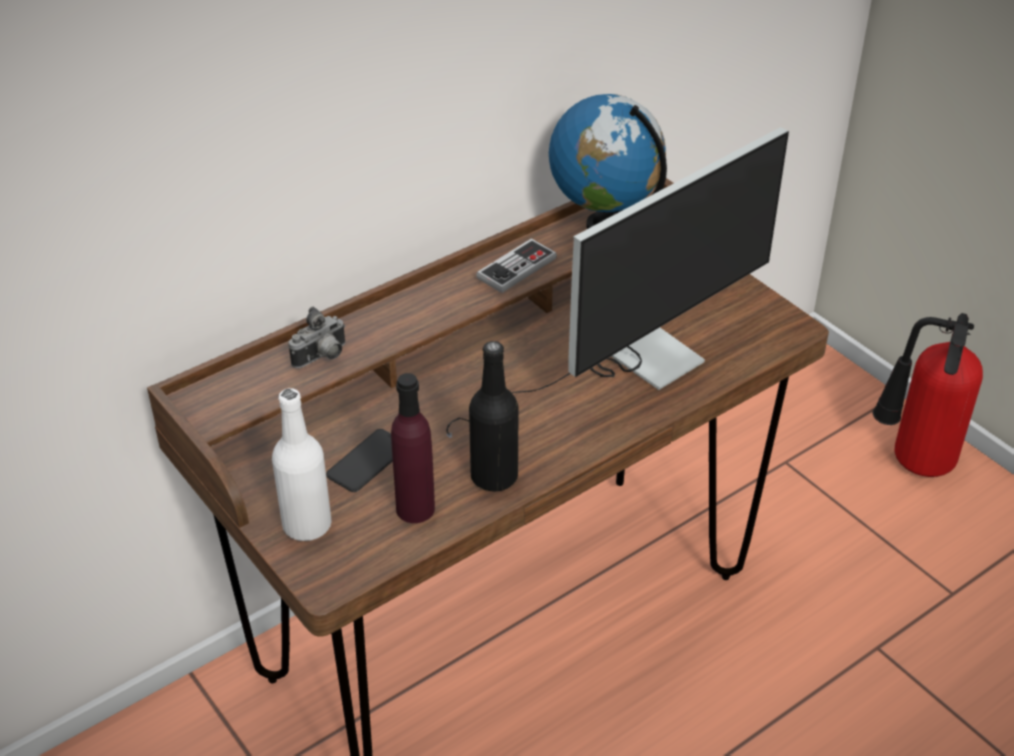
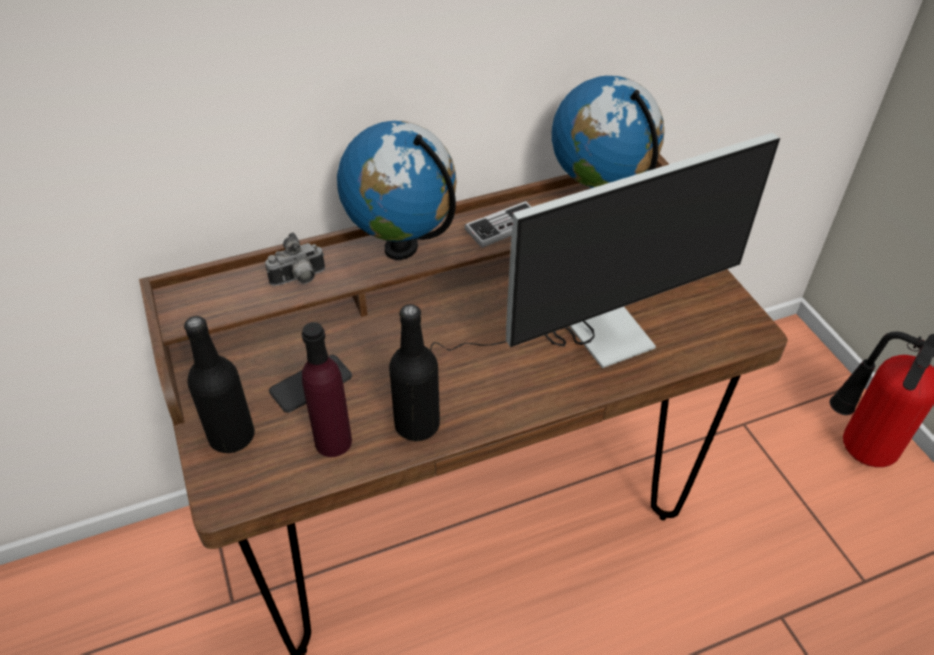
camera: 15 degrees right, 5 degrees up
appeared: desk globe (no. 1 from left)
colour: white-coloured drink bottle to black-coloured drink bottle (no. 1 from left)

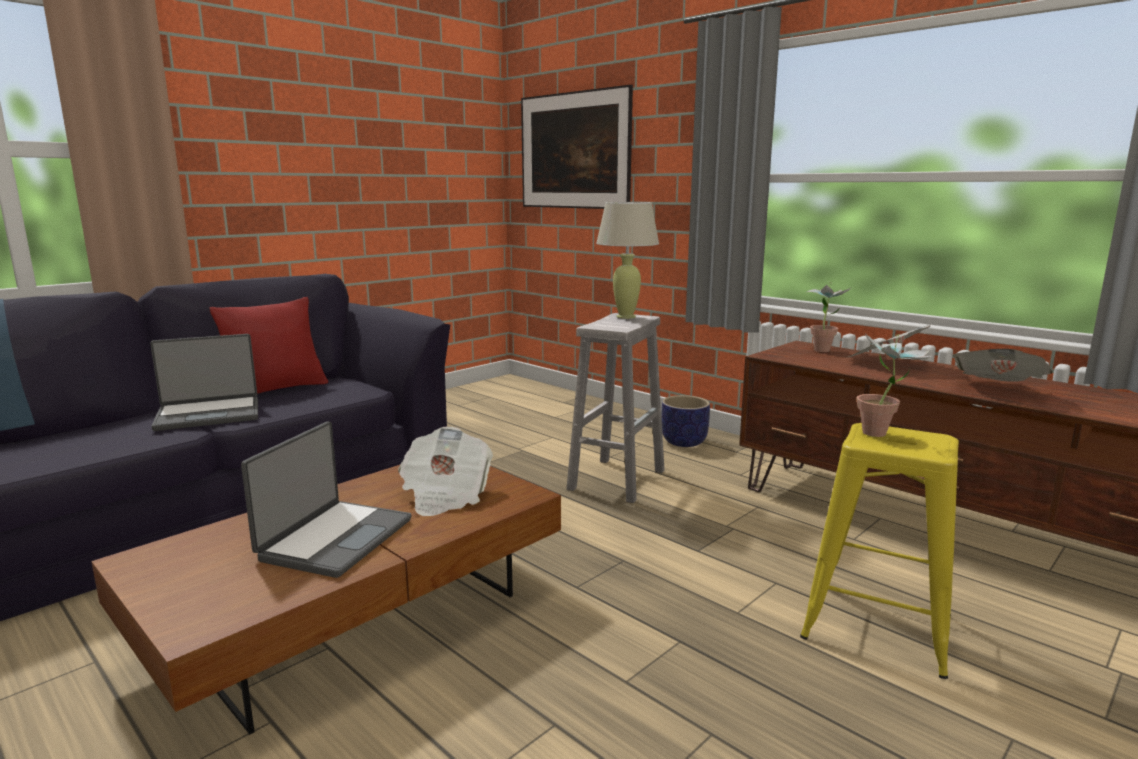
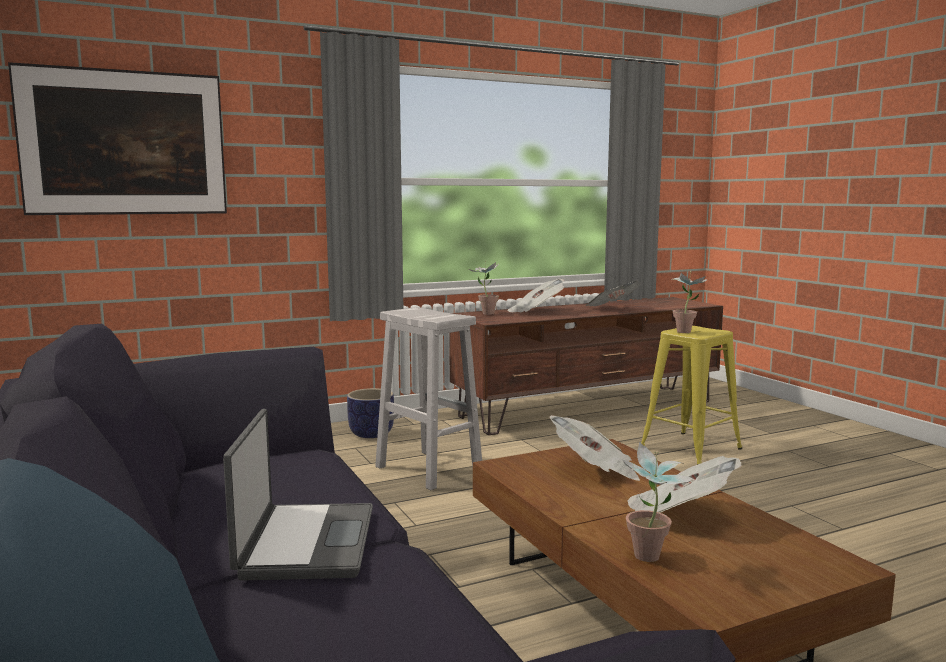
camera: 70 degrees left, 5 degrees down
missing: red-coloured cushion; sand-coloured table lamp
appeared: plant in a pot (no. 2 from left)
exchanged: portable computer (no. 2 from left) to printed paper (no. 4 from left)

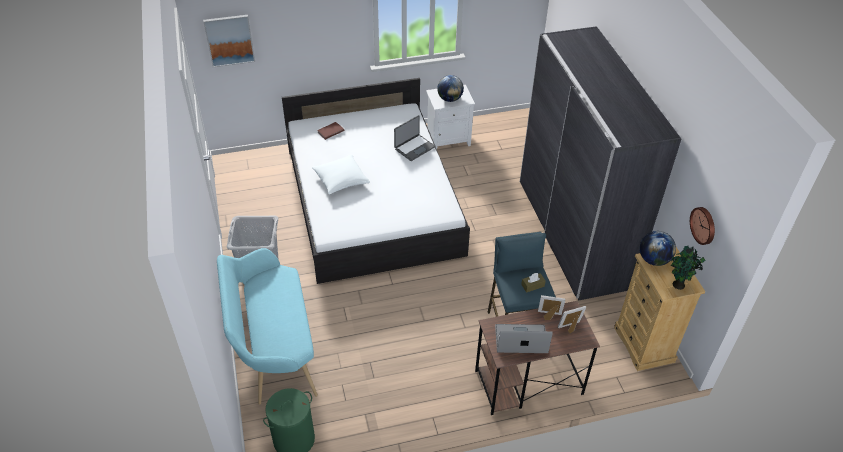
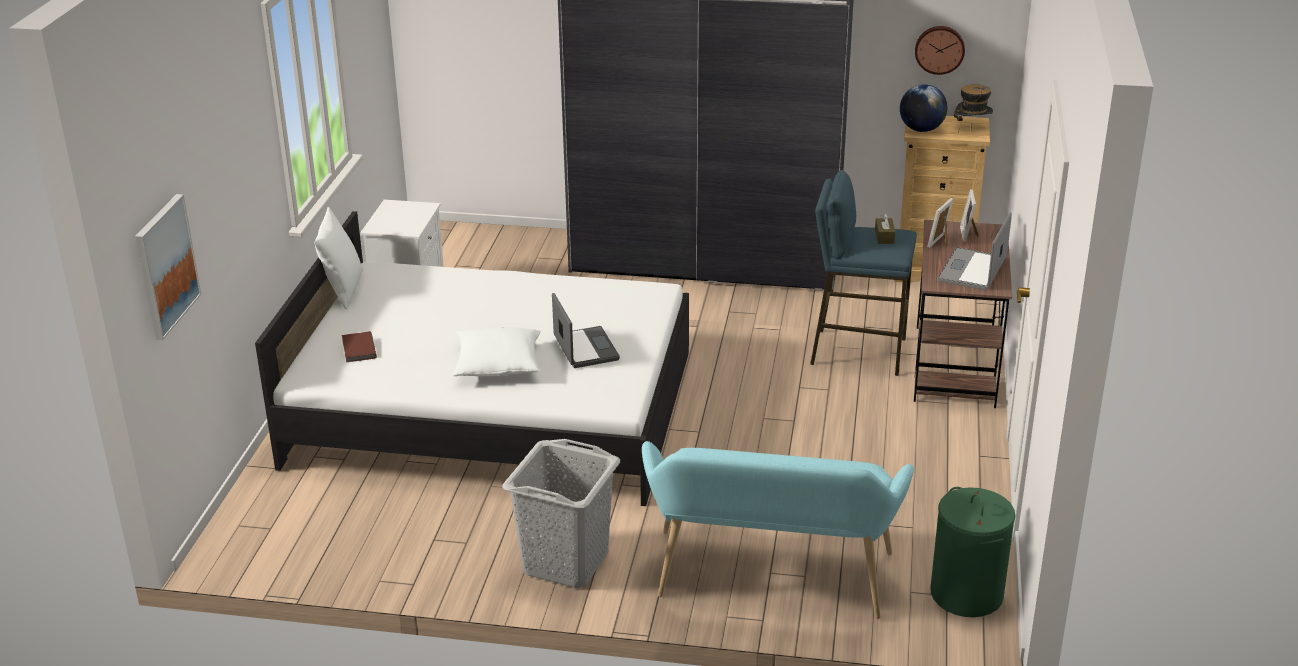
camera: 65 degrees left, 15 degrees down
missing: desk globe (no. 1 from left)
appeared: white-coloured cushion (no. 1 from left)
relocated: portable computer (no. 1 from left)
exchanged: plant in a pot to wearable hat

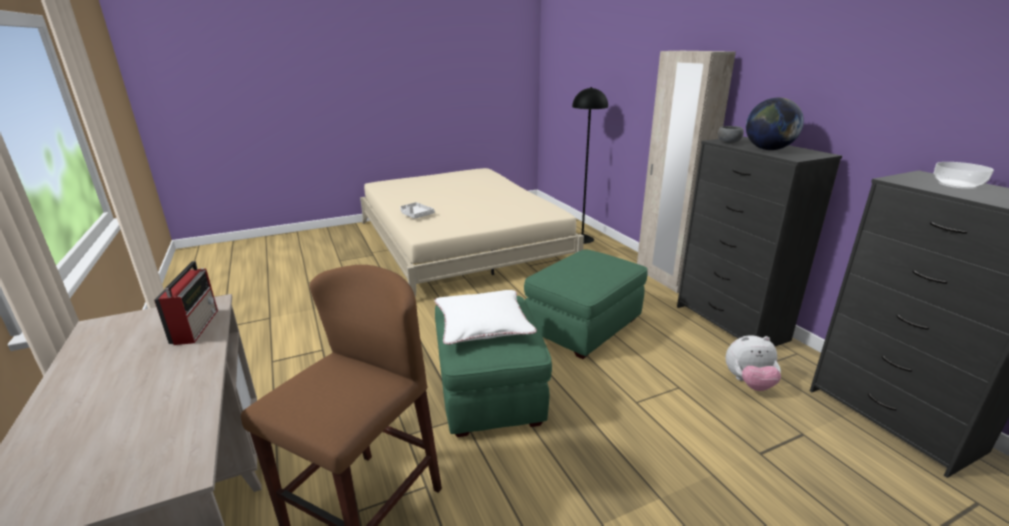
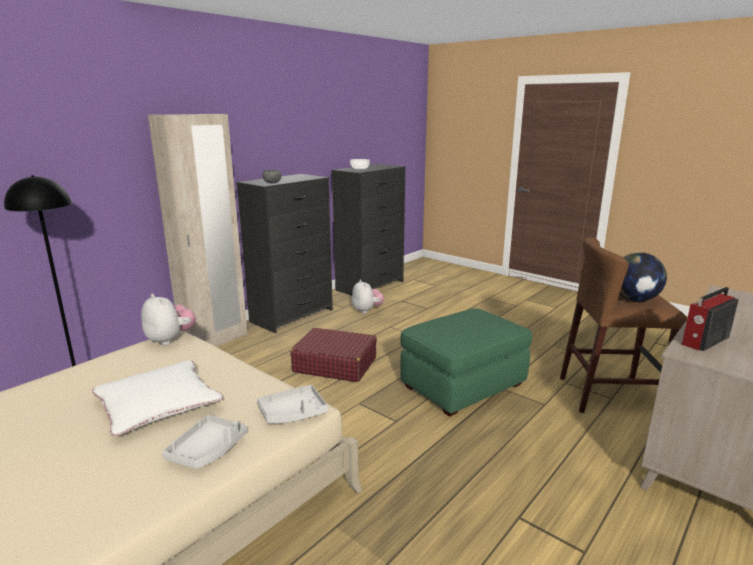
camera: 115 degrees left, 5 degrees down
appeared: soft toy (no. 1 from left); greyish tray (no. 2 from left)
relocated: white-coloured cushion; desk globe
exchanged: greenish footrest (no. 2 from left) to red-coloured travel case

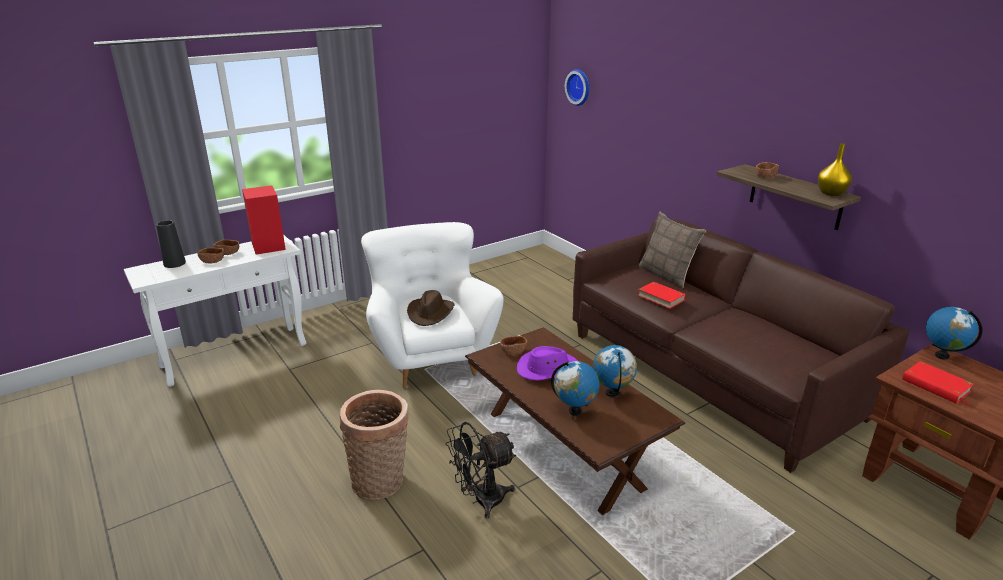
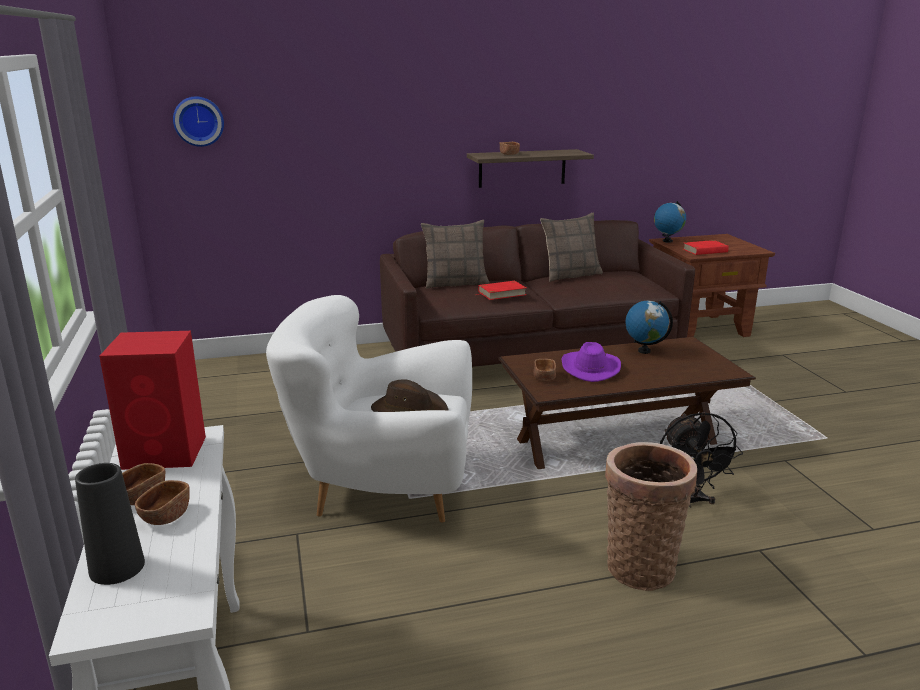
camera: 70 degrees left, 5 degrees down
missing: desk globe (no. 1 from left); yellow vase
appeared: cushion (no. 2 from left)

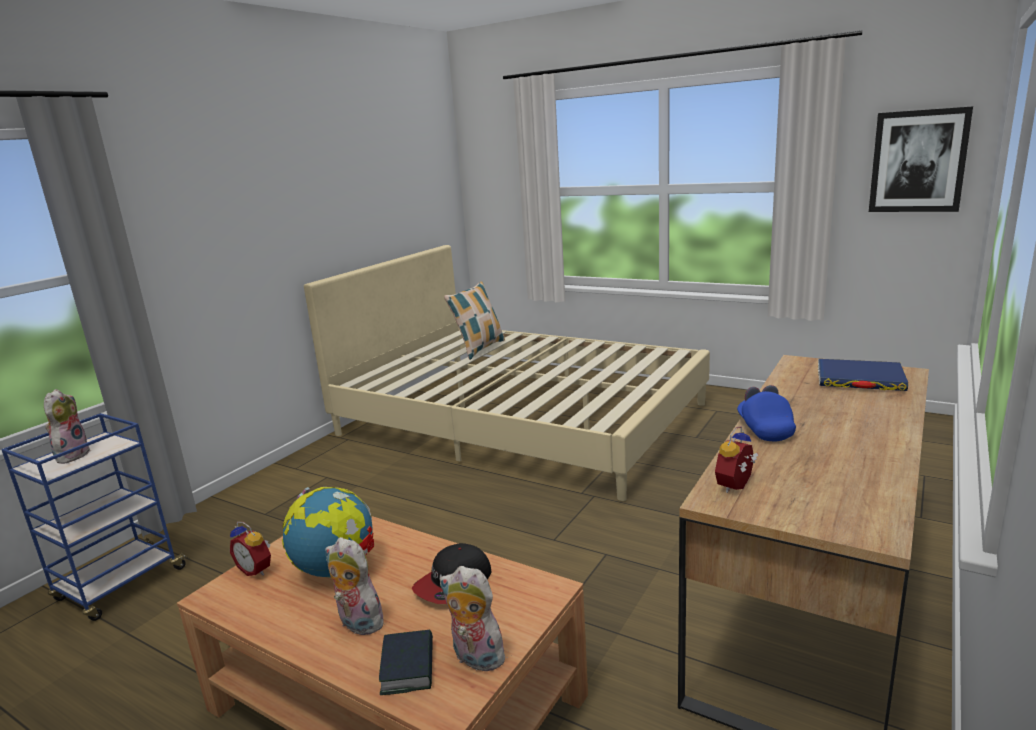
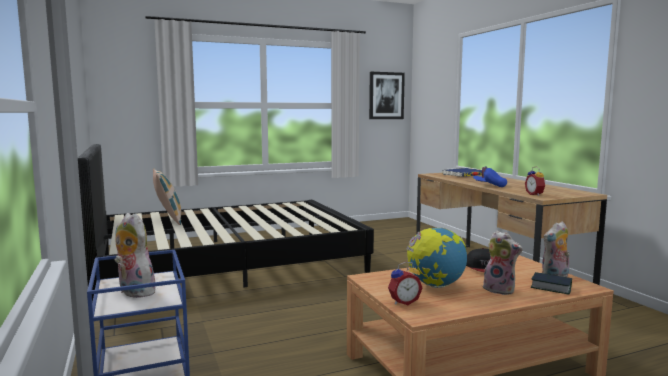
camera: 55 degrees left, 10 degrees down
colour: sand-coloured bed to black-coloured bed
spun: soft toy (no. 2 from left) 120 degrees counterclockwise

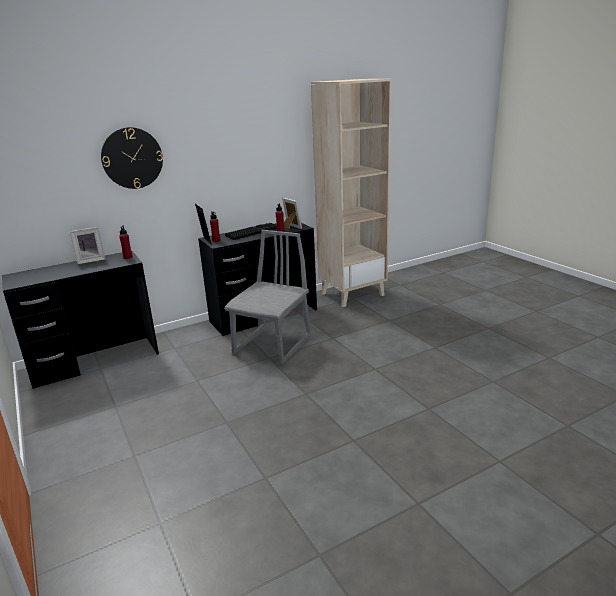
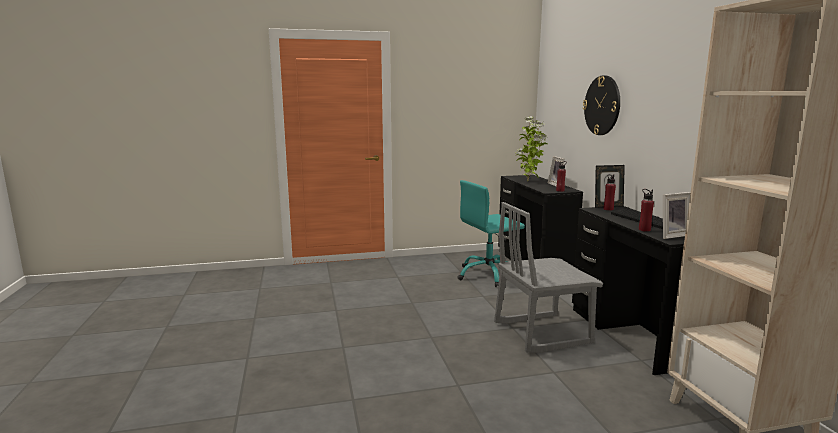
camera: 105 degrees right, 10 degrees down
appeared: turquoise-coloured office chair; plant in a pot
spun: greyish plain chair 120 degrees clockwise

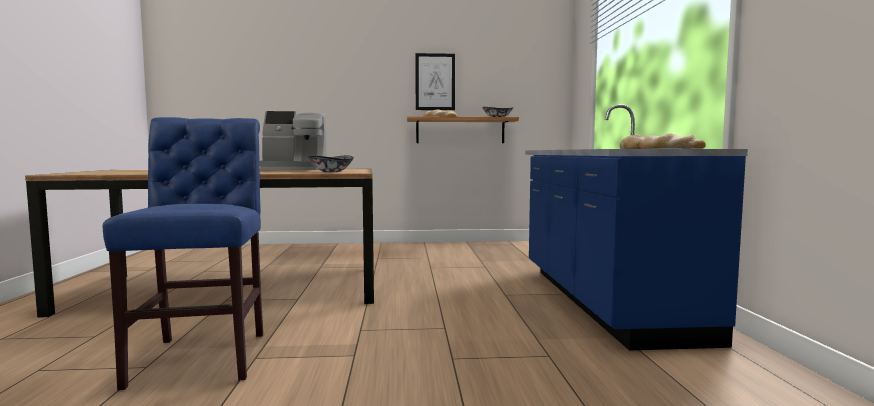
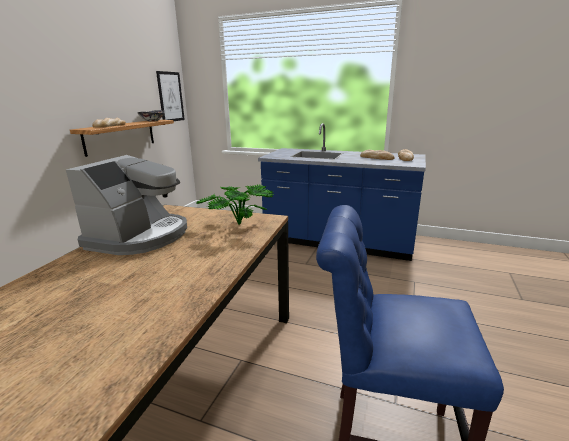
camera: 65 degrees left, 15 degrees up
relocated: wall picture
exchanged: bowl (no. 1 from left) to plant in a pot

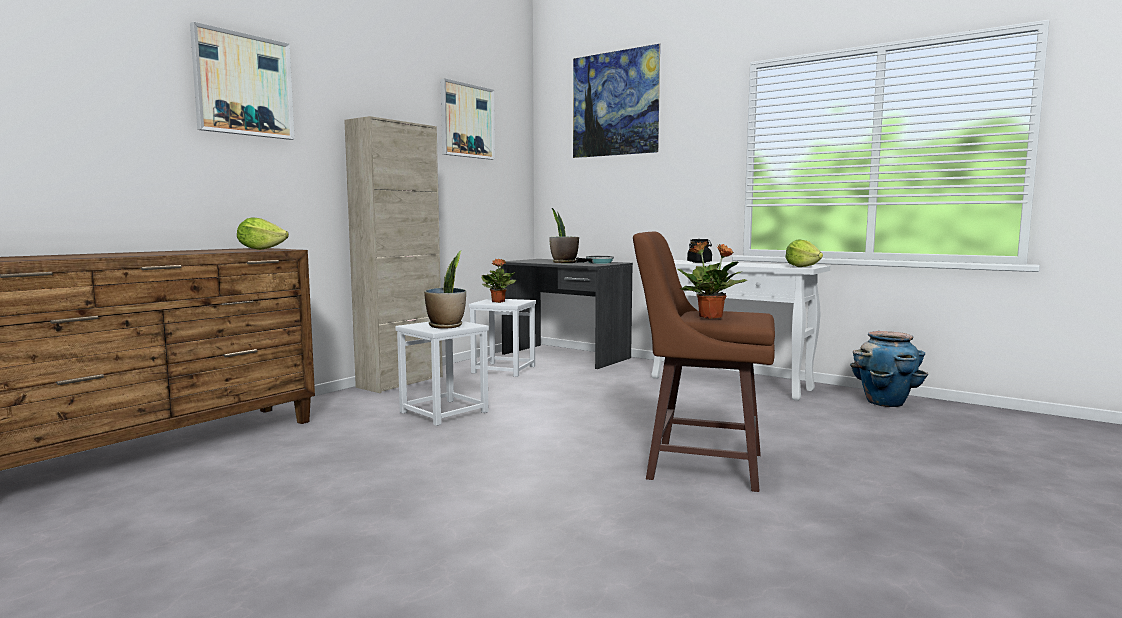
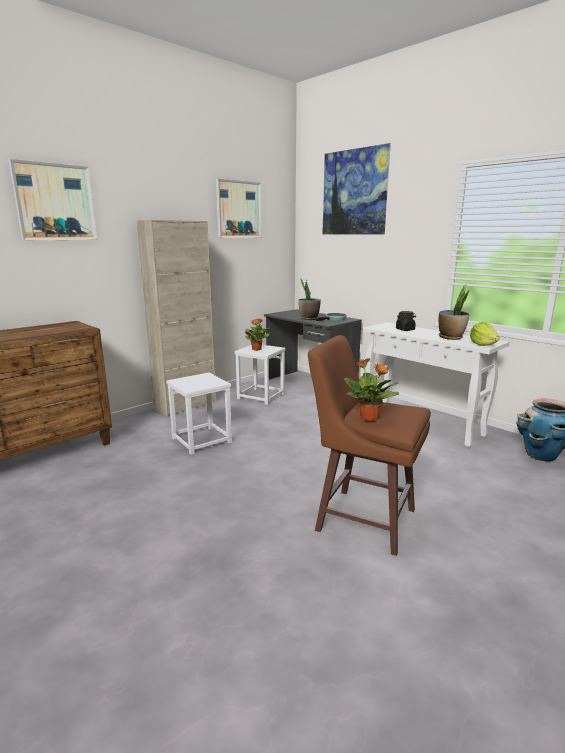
camera: 10 degrees right, 10 degrees up
missing: lettuce (no. 1 from left)
relocated: plant in a pot (no. 1 from left in the first image) to plant in a pot (no. 4 from left)

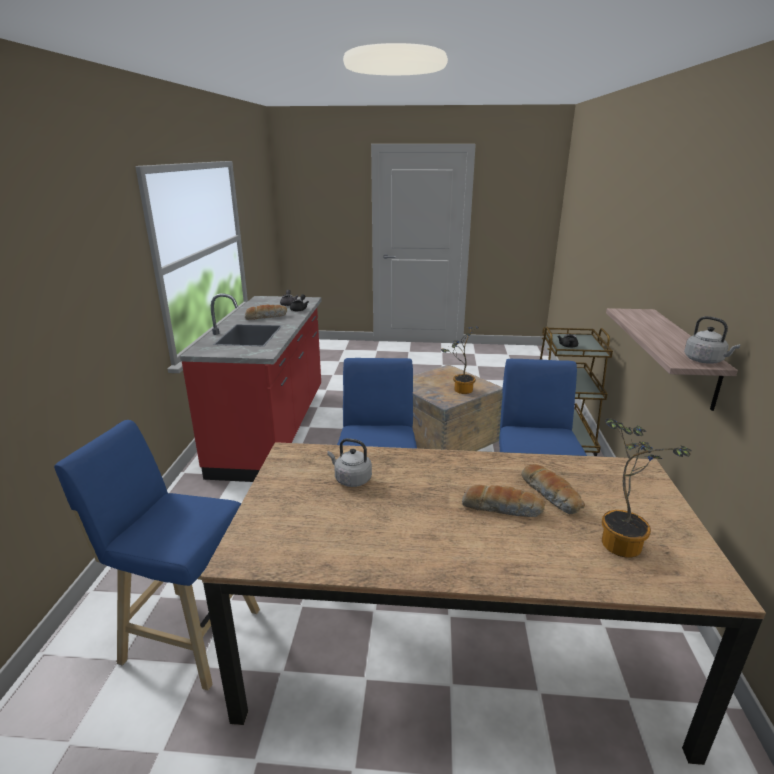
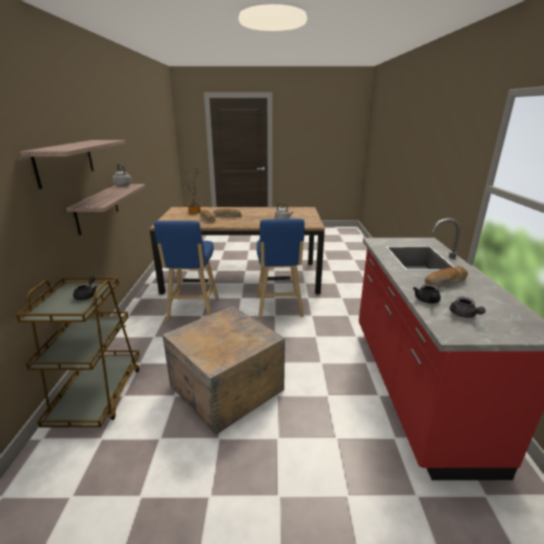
camera: 175 degrees right, 0 degrees up
missing: blue stool seat (no. 1 from left); plant in a pot (no. 1 from left)
appeared: shelf (no. 1 from left)

